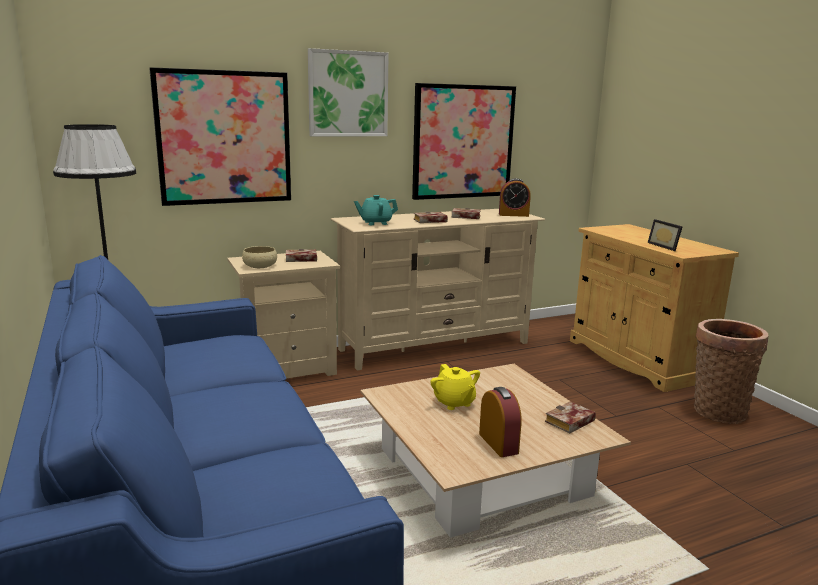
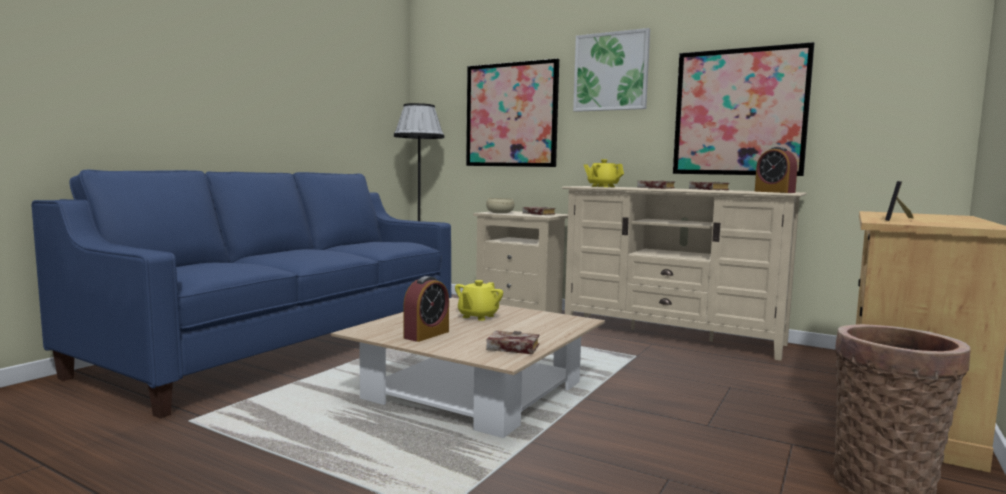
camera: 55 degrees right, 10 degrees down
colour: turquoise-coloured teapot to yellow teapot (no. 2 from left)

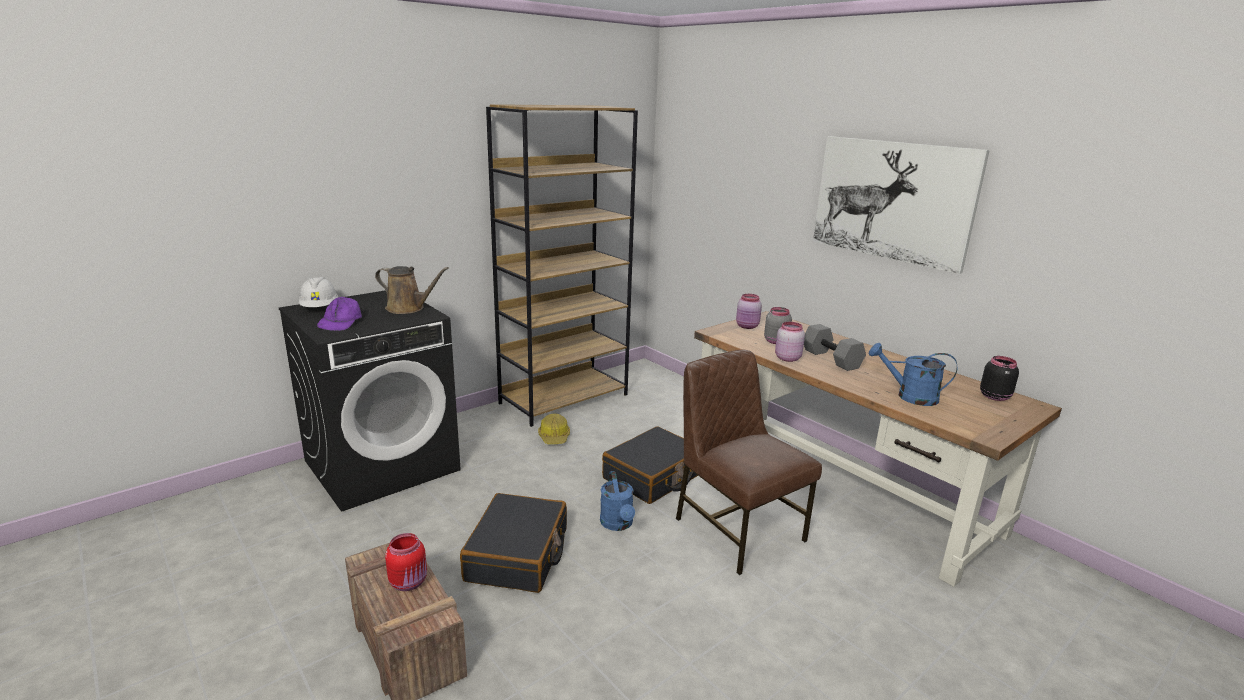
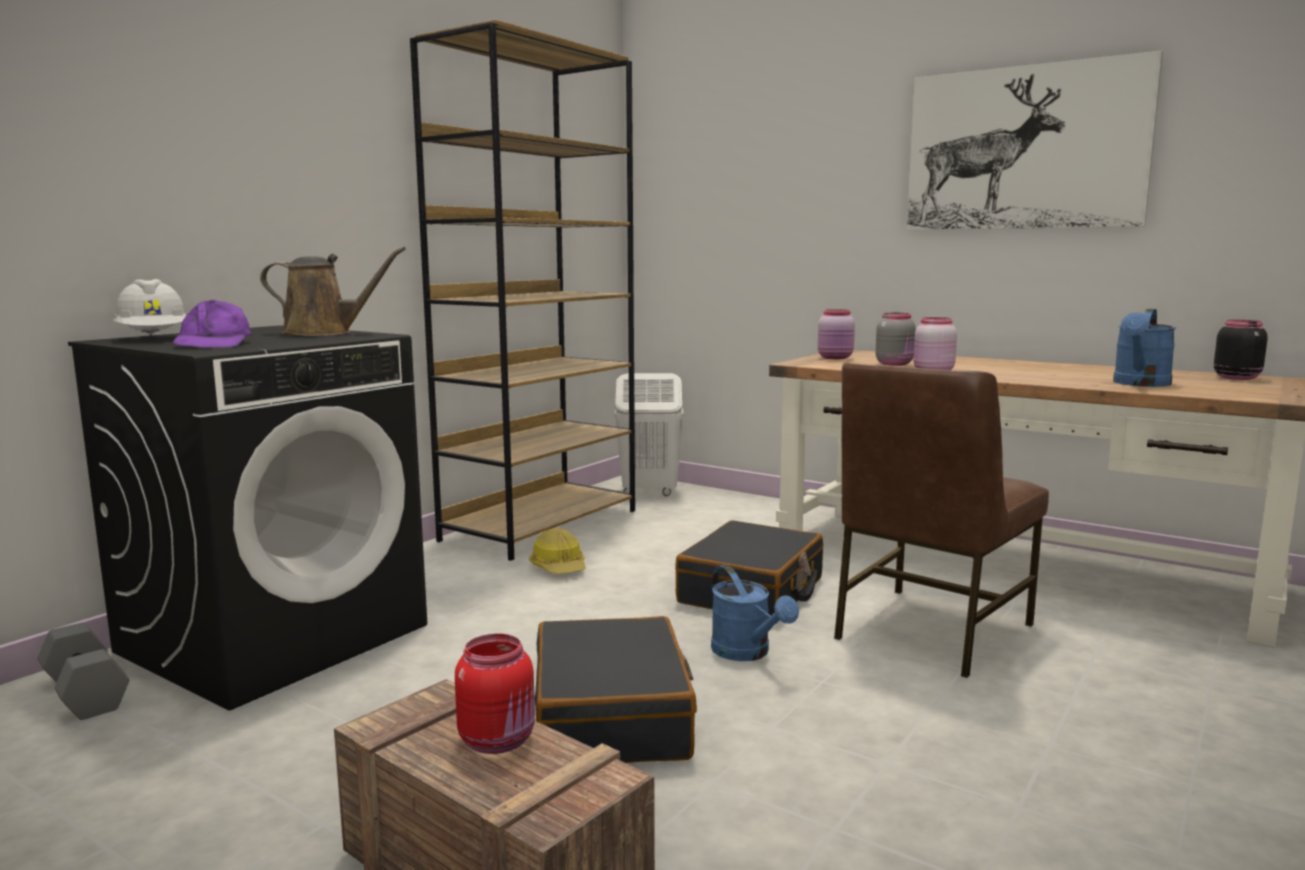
camera: 15 degrees left, 10 degrees down
appeared: white-coloured laundry basket
relocated: greyish free weight
spun: brown plain chair 90 degrees counterclockwise; blue sprinkling can (no. 2 from left) 60 degrees counterclockwise

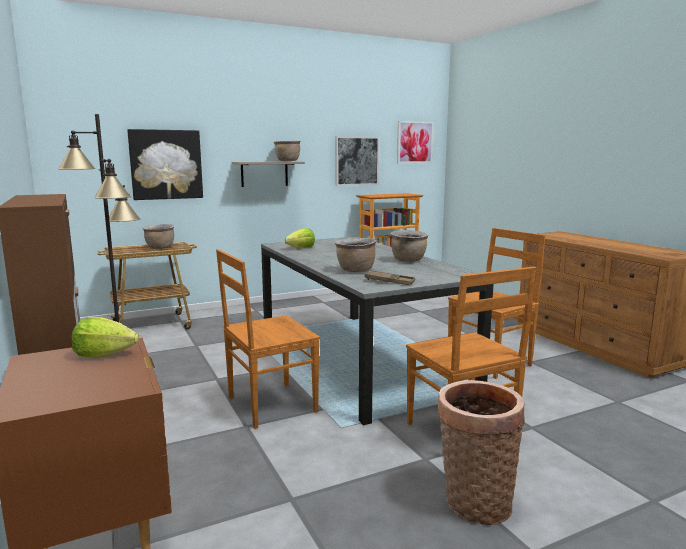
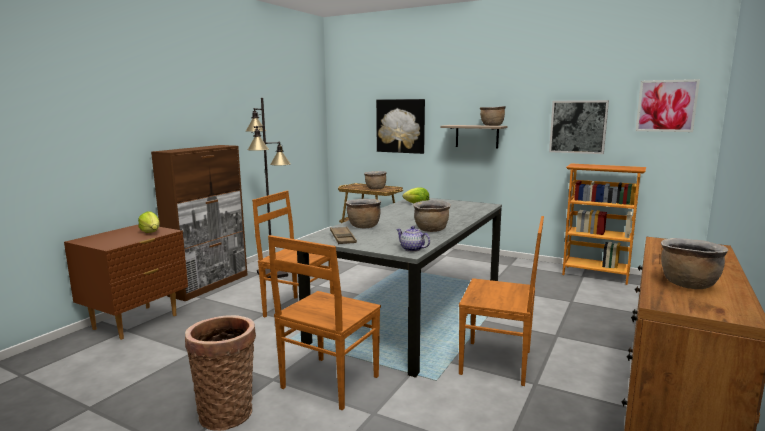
camera: 55 degrees right, 0 degrees up
appeared: teapot; brown saucepot (no. 5 from left)

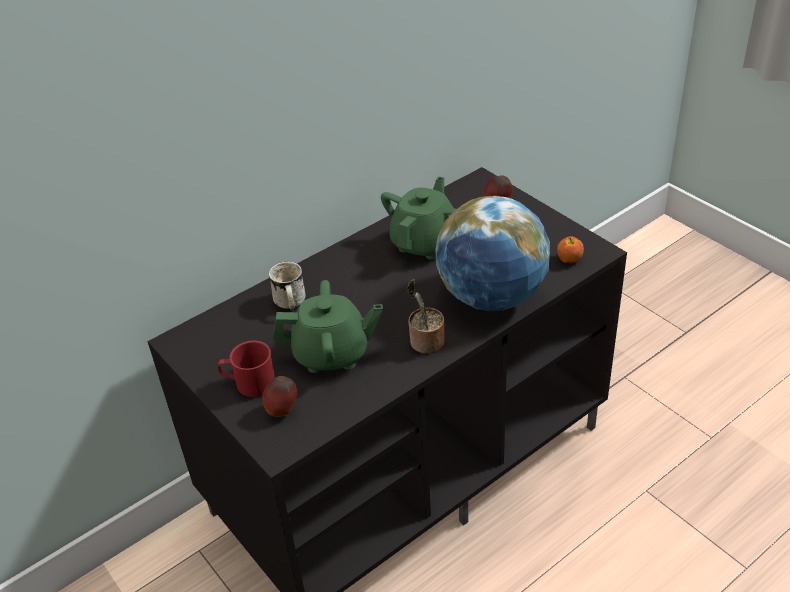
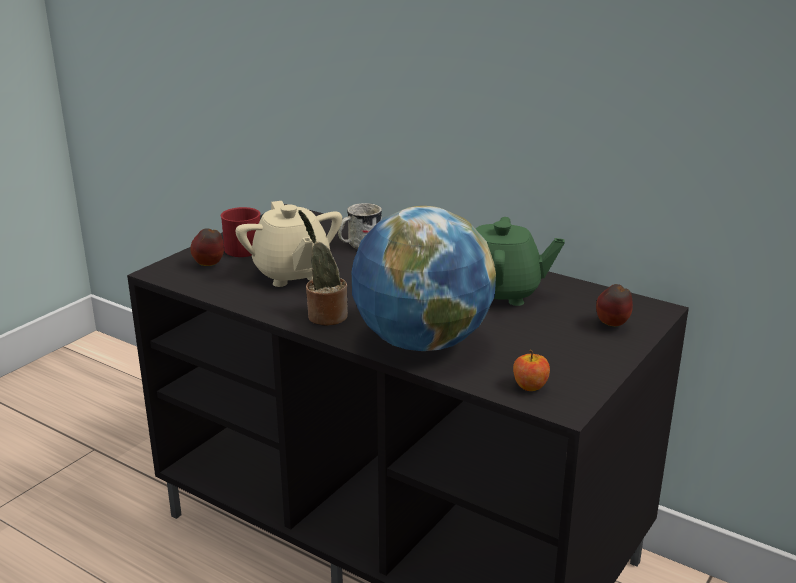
camera: 70 degrees right, 15 degrees down
colour: greenish teapot (no. 1 from left) to sand-coloured teapot

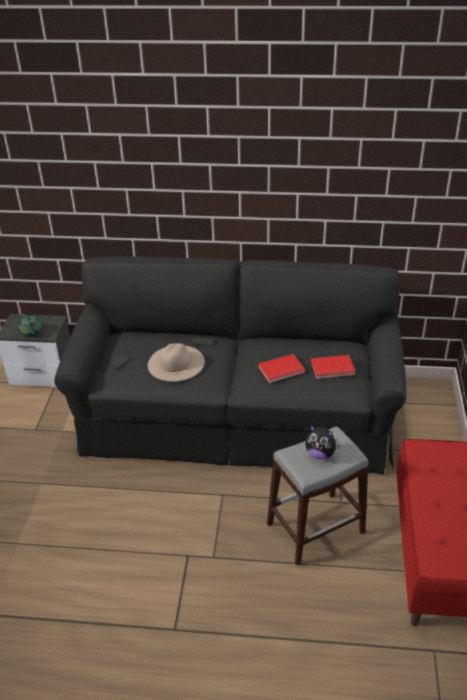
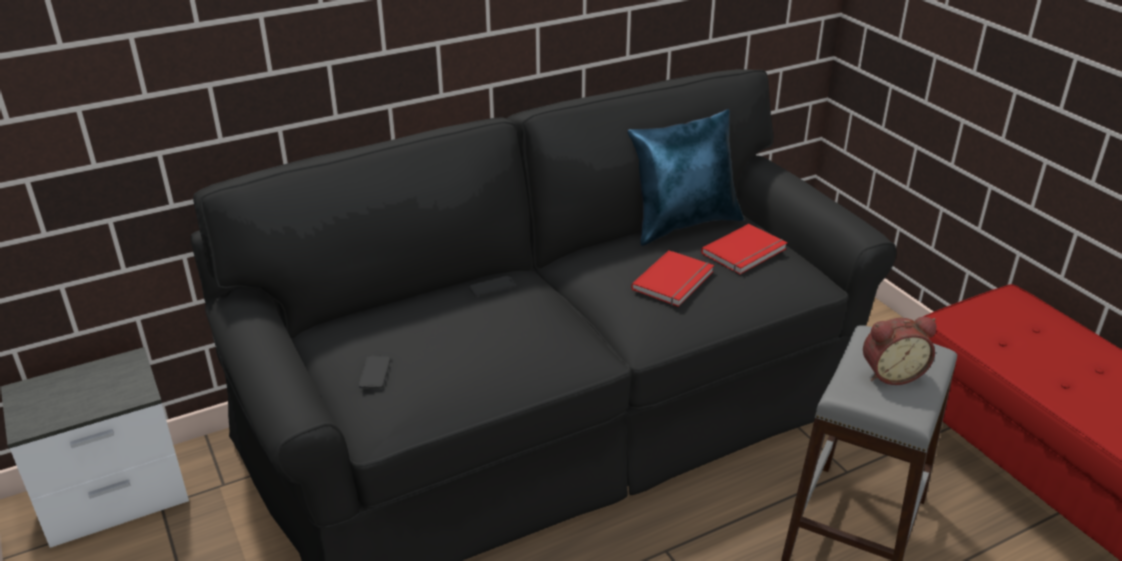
camera: 35 degrees left, 5 degrees down
missing: greenish teapot; sand-coloured wearable hat
appeared: blue cushion
exchanged: soft toy to bedside clock

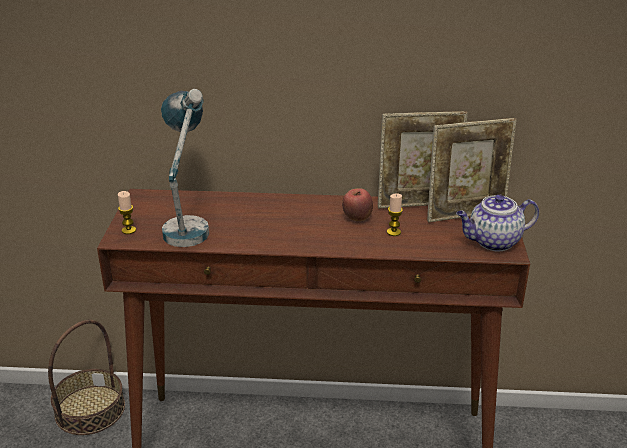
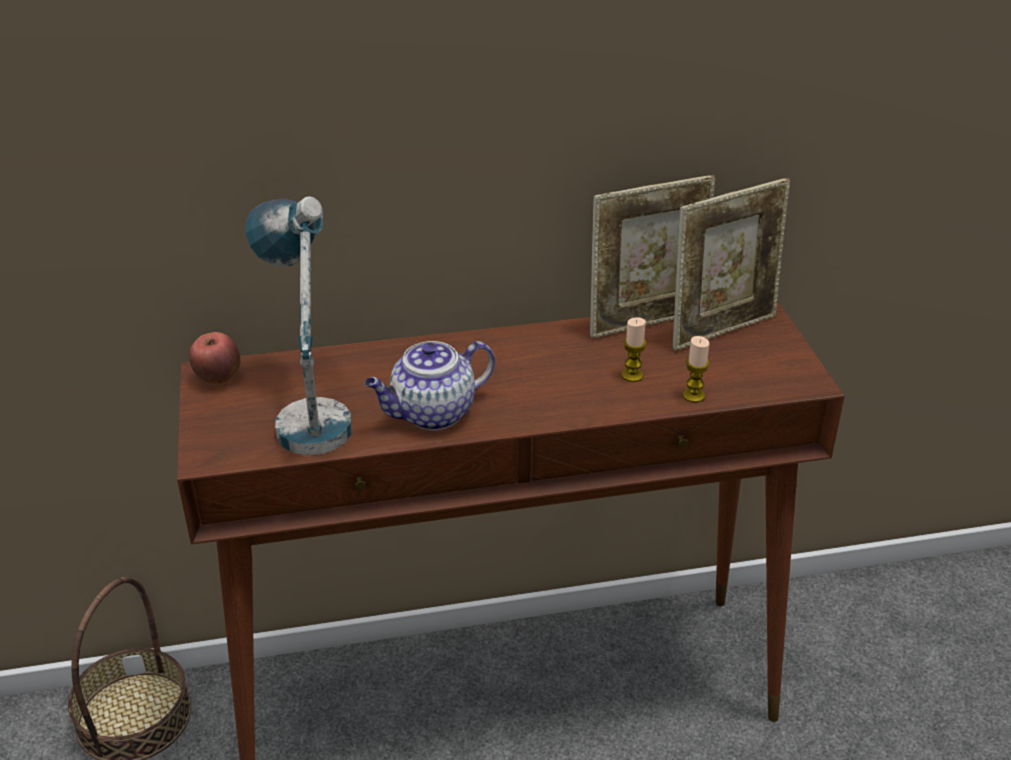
camera: 15 degrees left, 5 degrees up
relocated: wax candle (no. 1 from left in the first image) to wax candle (no. 2 from left); apple fruit; teapot

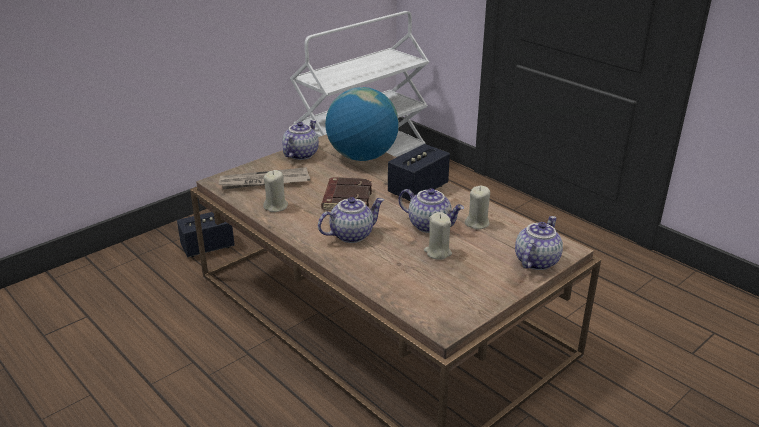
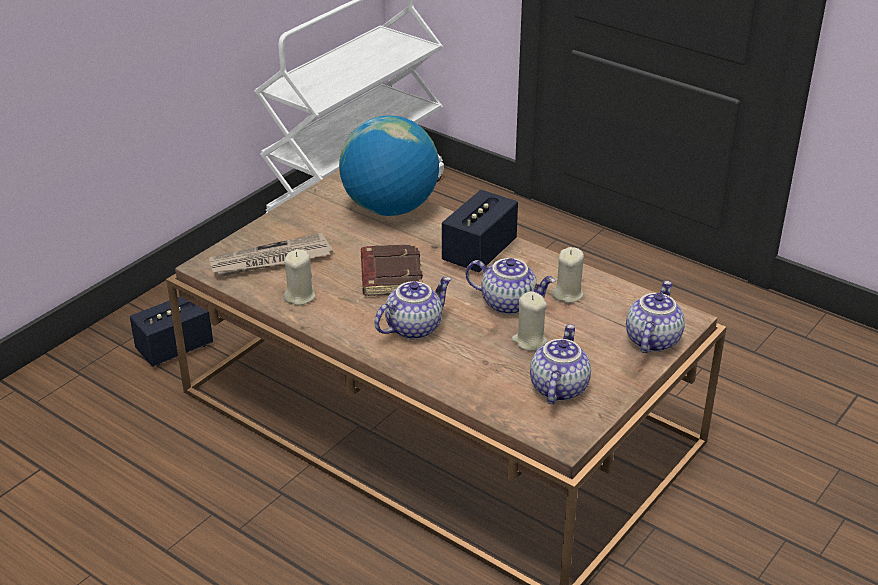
camera: 10 degrees left, 5 degrees up
relocated: teapot (no. 1 from left in the first image) to teapot (no. 3 from left)

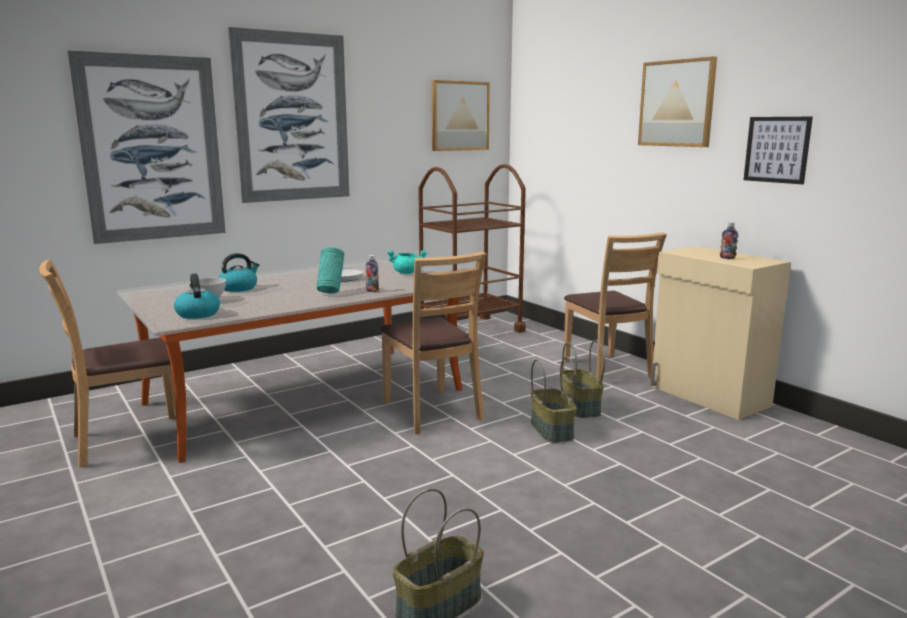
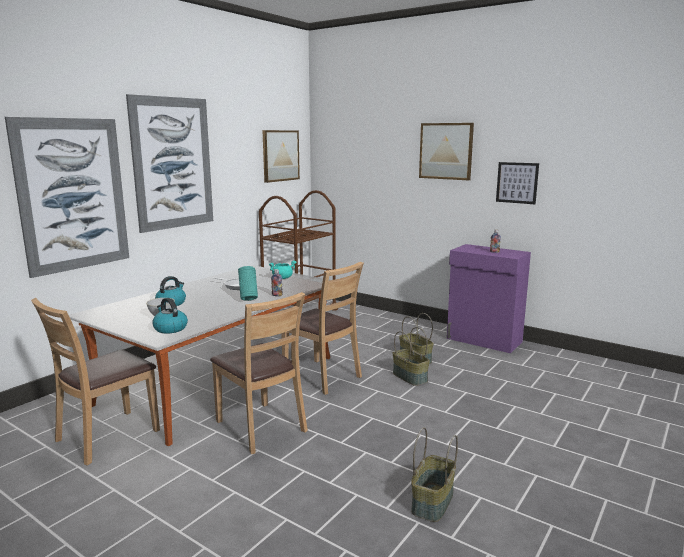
camera: 20 degrees left, 0 degrees up
relocated: brown plain chair (no. 3 from left in the first image) to brown plain chair (no. 2 from left)
colour: sand-coloured storage cabinet to purplish storage cabinet

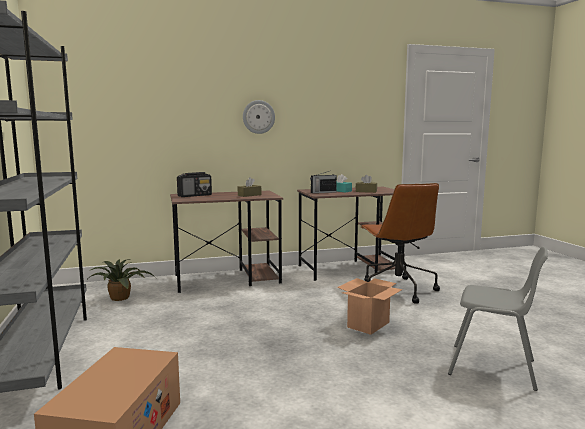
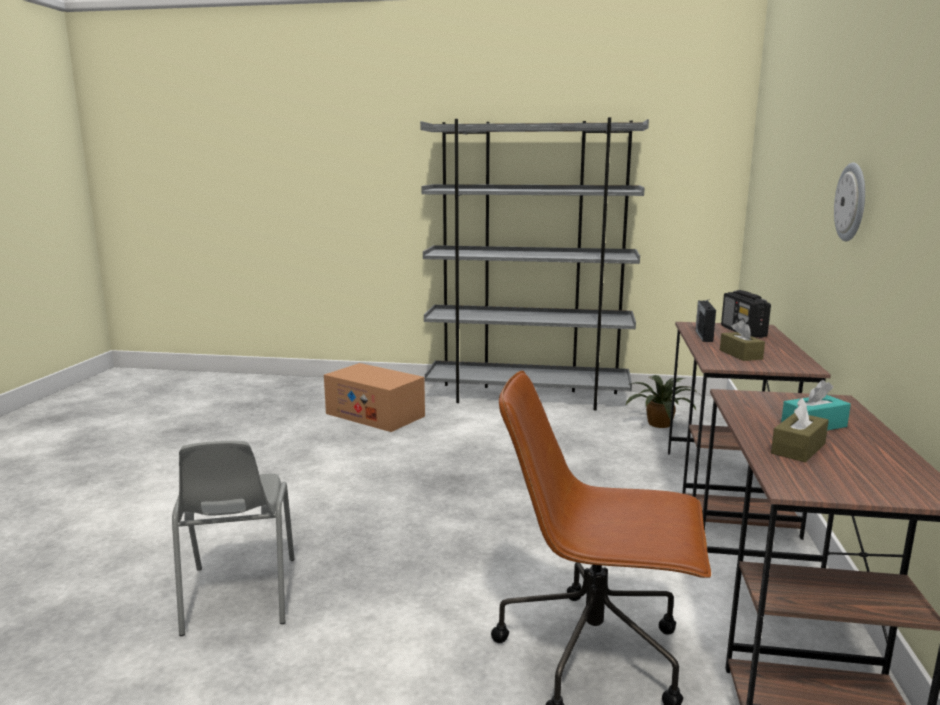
camera: 115 degrees right, 5 degrees up
missing: cardboard box (no. 2 from left)
relocated: radio receiver (no. 2 from left in the first image) to radio receiver (no. 1 from left)
spun: greyish plain chair 60 degrees counterclockwise

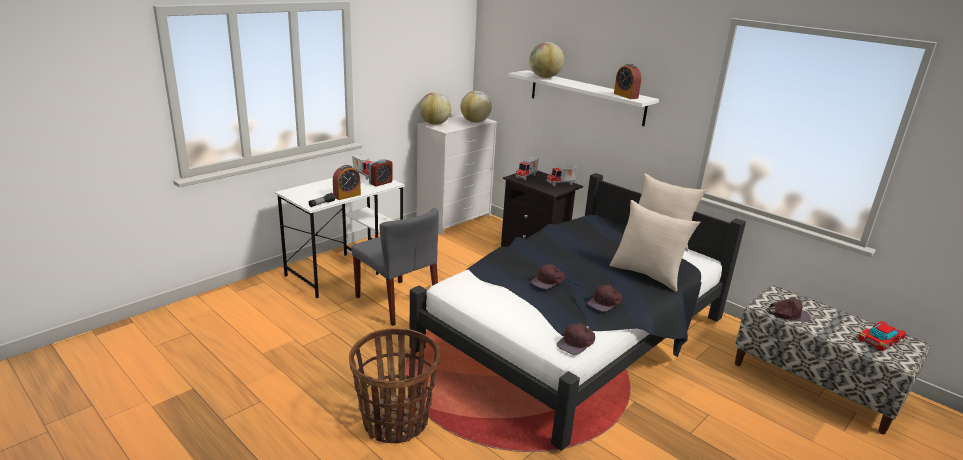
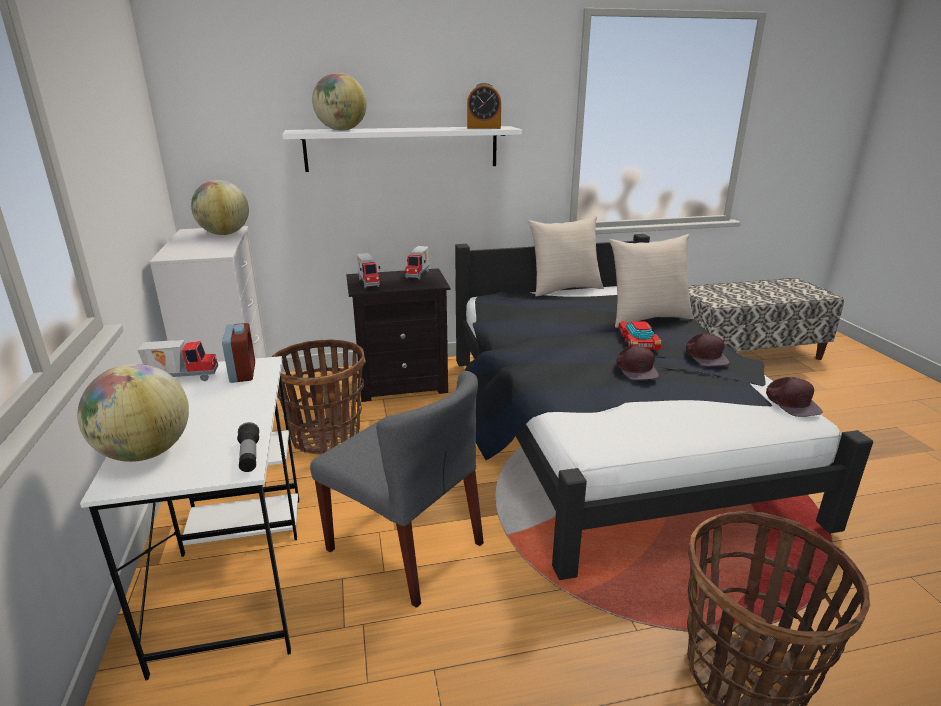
camera: 55 degrees left, 0 degrees up
missing: bedside clock (no. 1 from left); brown cap (no. 4 from left)
appeared: storage basket (no. 1 from left)
relocated: desk globe (no. 1 from left); model car
spun: greyish plain chair 45 degrees clockwise

